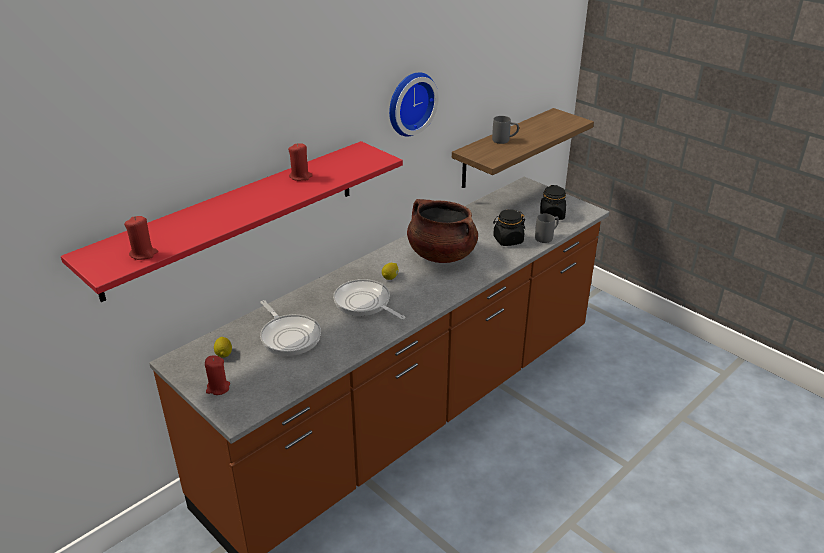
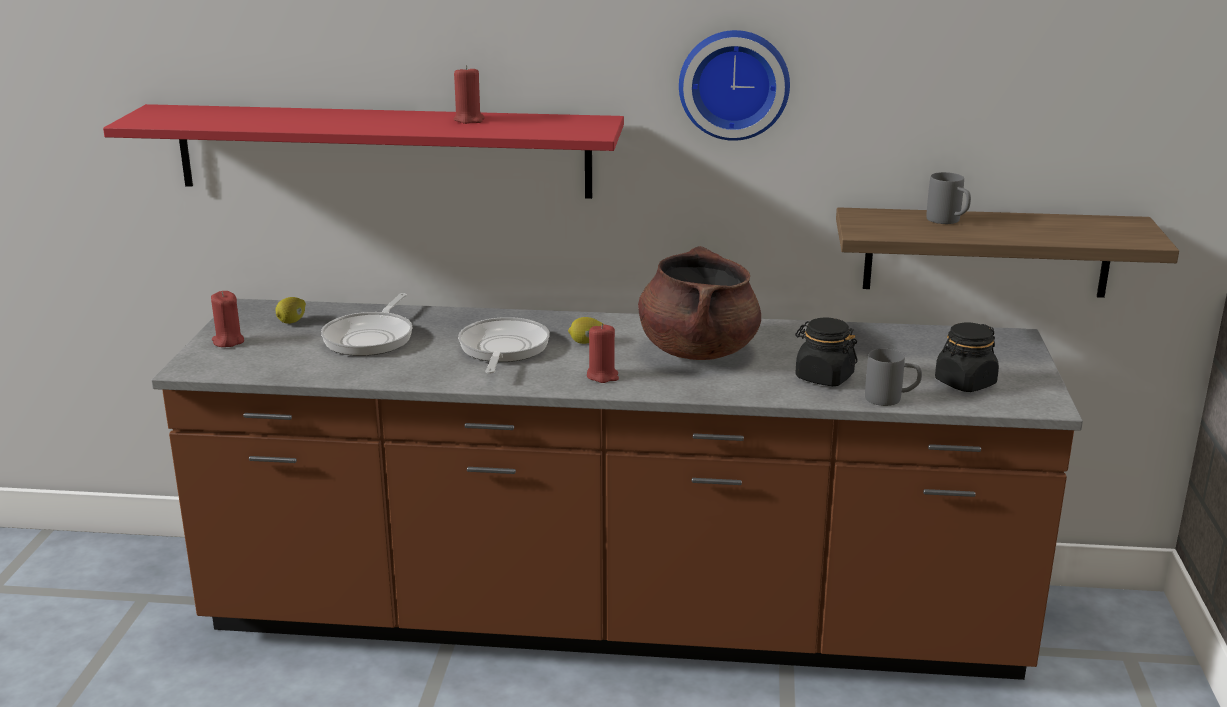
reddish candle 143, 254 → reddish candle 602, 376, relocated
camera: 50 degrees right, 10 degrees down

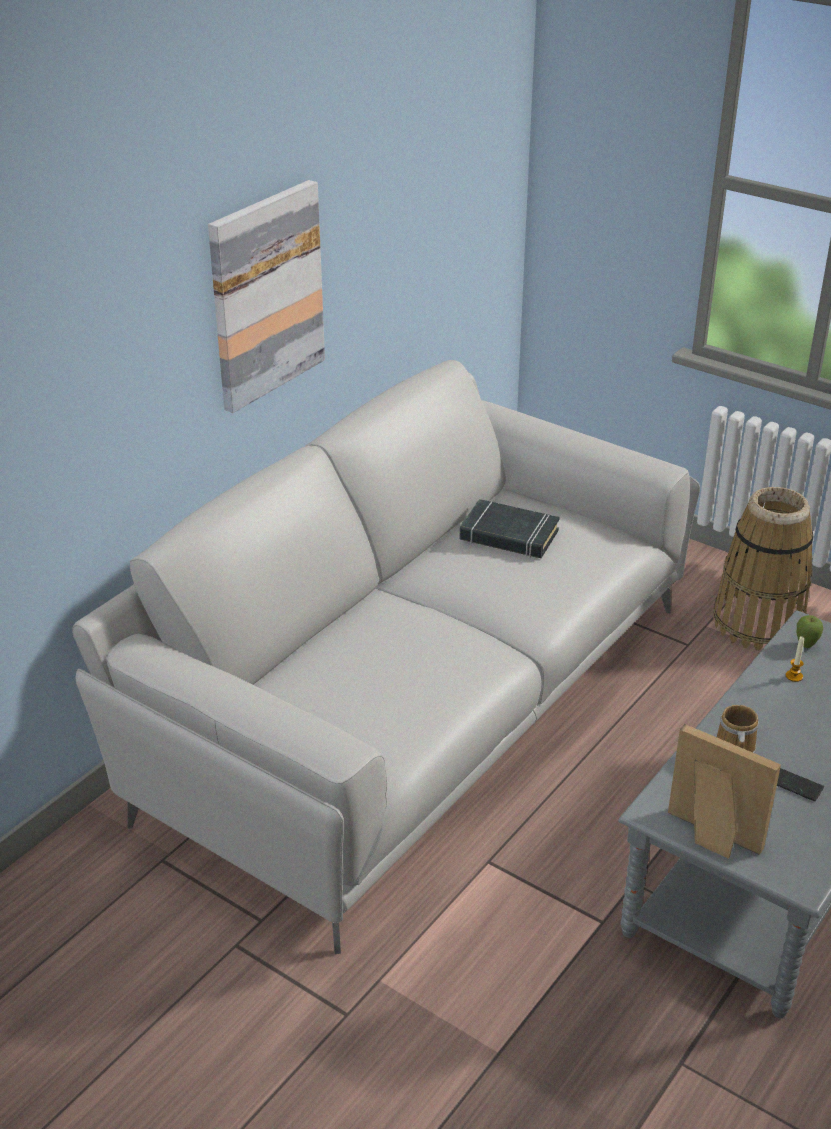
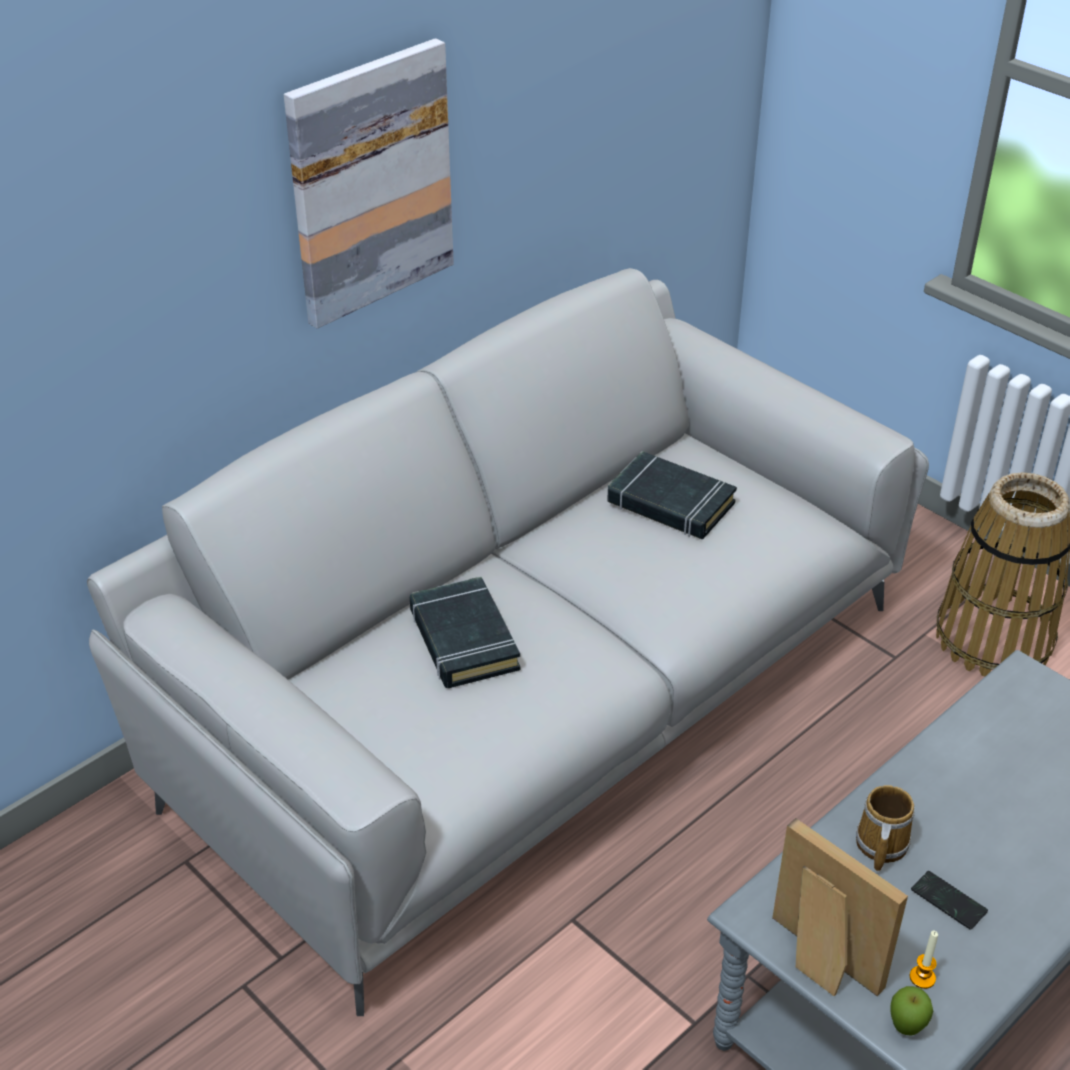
- → black-coloured book 463, 640
candle 794, 676 → candle 922, 977, relocated
apple fruit 806, 645 → apple fruit 906, 1028, relocated
camera: 10 degrees right, 5 degrees up

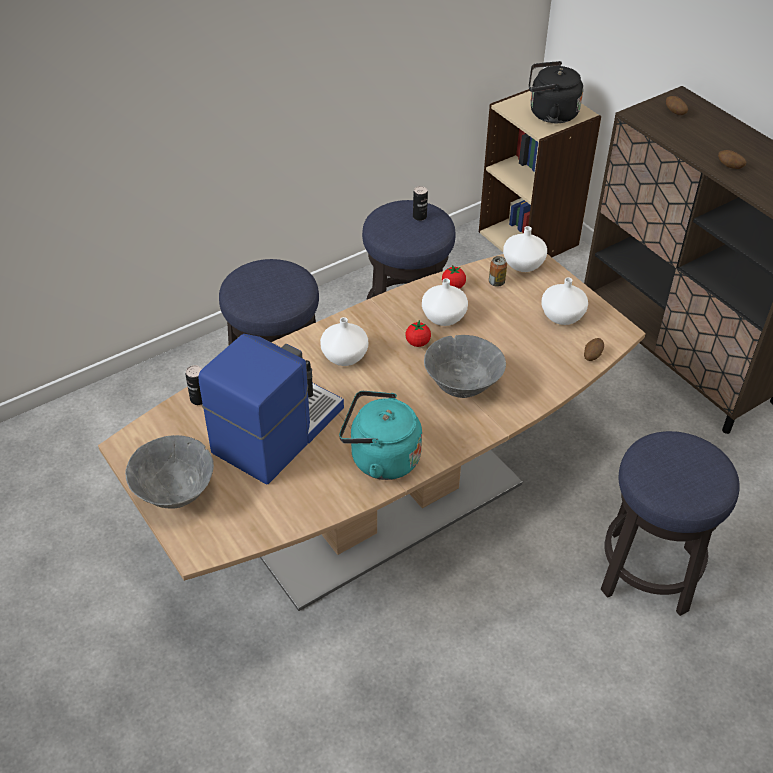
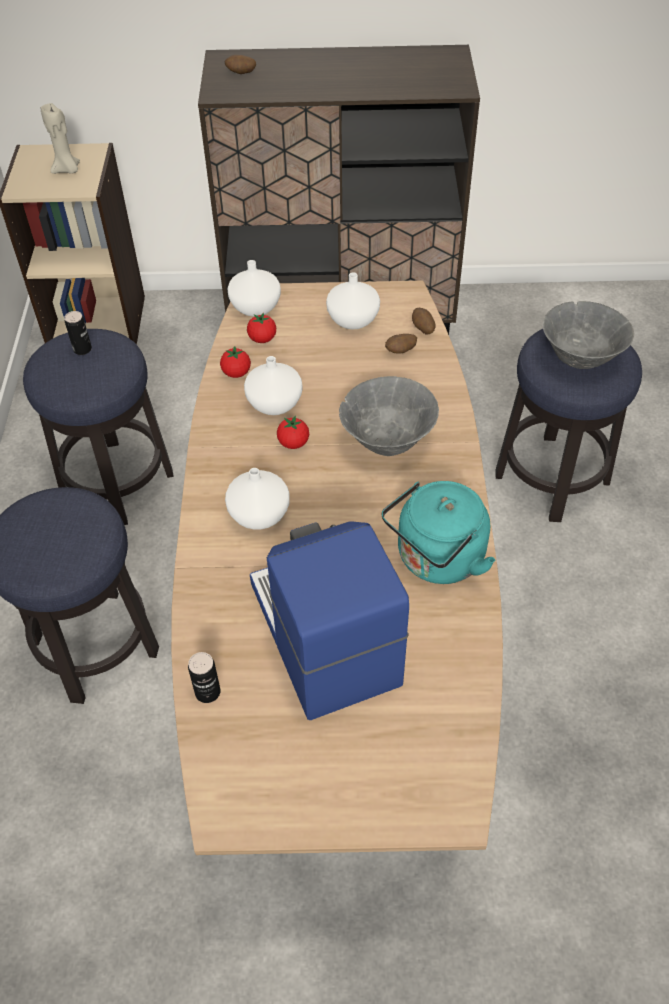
gray deep dish 175, 494 → gray deep dish 579, 359, relocated
potato 729, 167 → potato 400, 351, relocated
metal can 496, 282 → whole tomato 262, 339
black-coloured tea kettle 550, 114 → sand-coloured candle 67, 170
camera: 55 degrees left, 5 degrees up

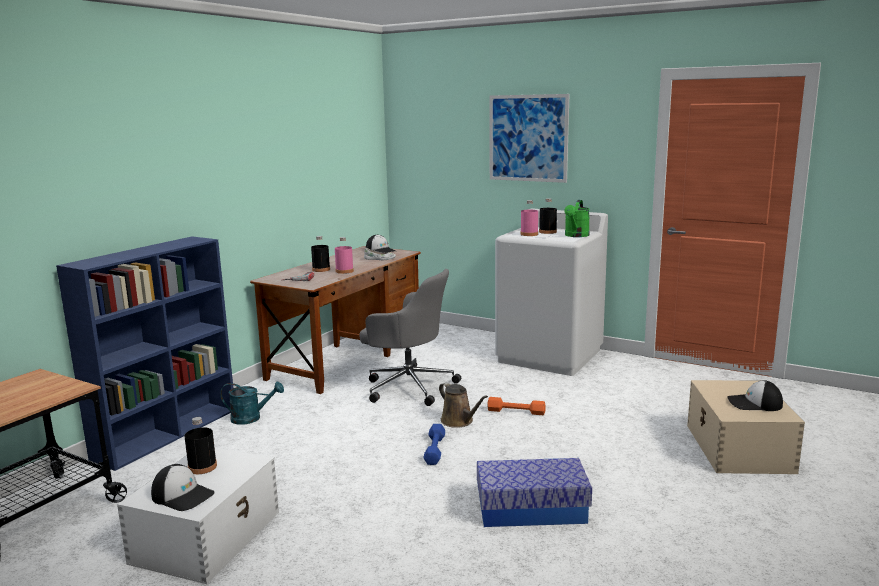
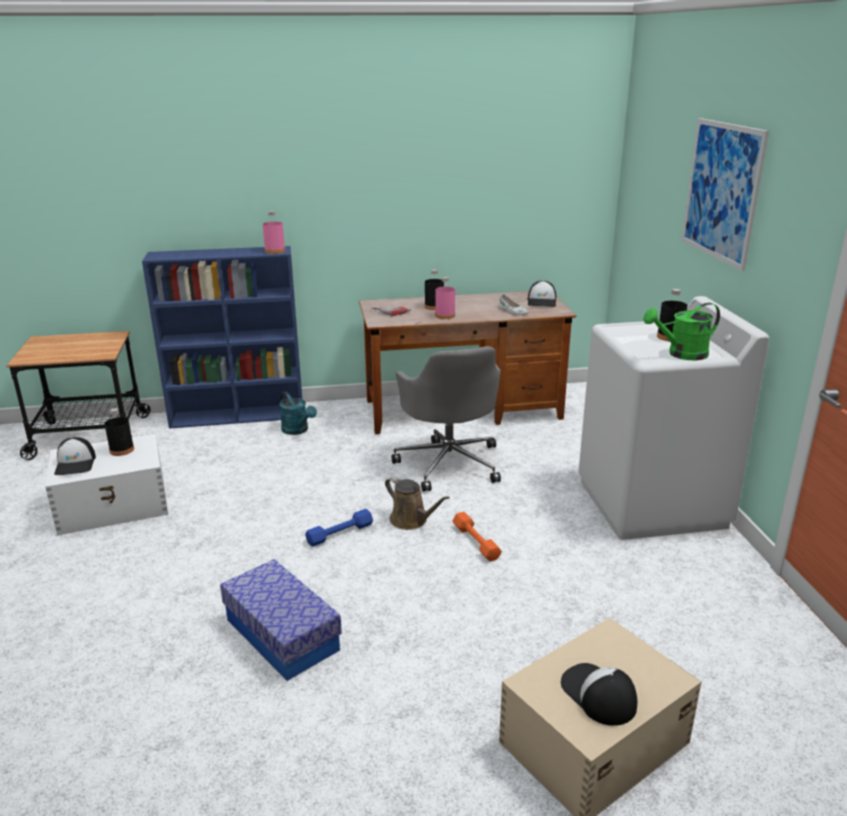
pinkish bottle 529, 234 → pinkish bottle 275, 251, relocated
brown sprinkling can 459, 421 → brown sprinkling can 411, 520, 60 degrees counterclockwise
camera: 50 degrees right, 10 degrees up

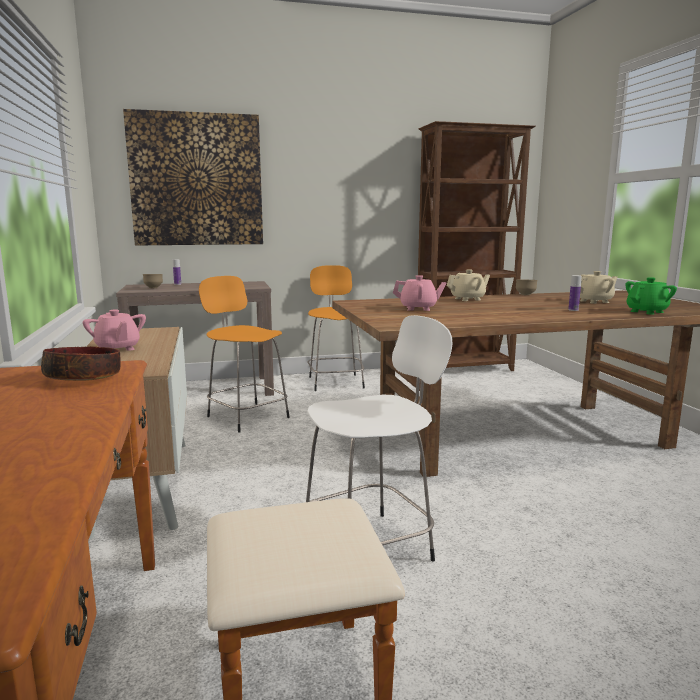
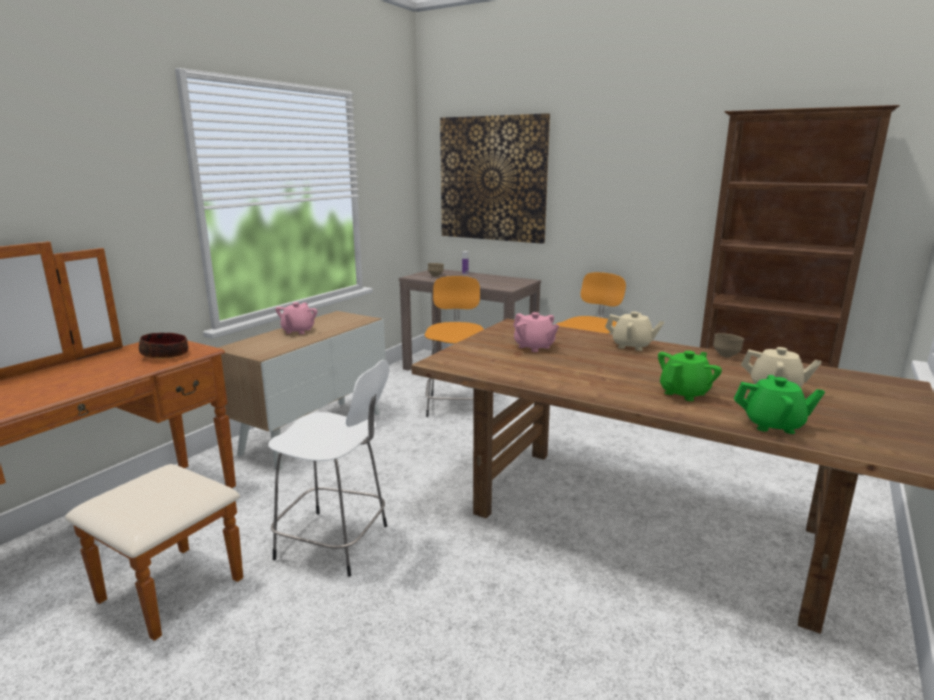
bottle 573, 310 → green-coloured pot for tea 685, 393
camera: 45 degrees right, 5 degrees up

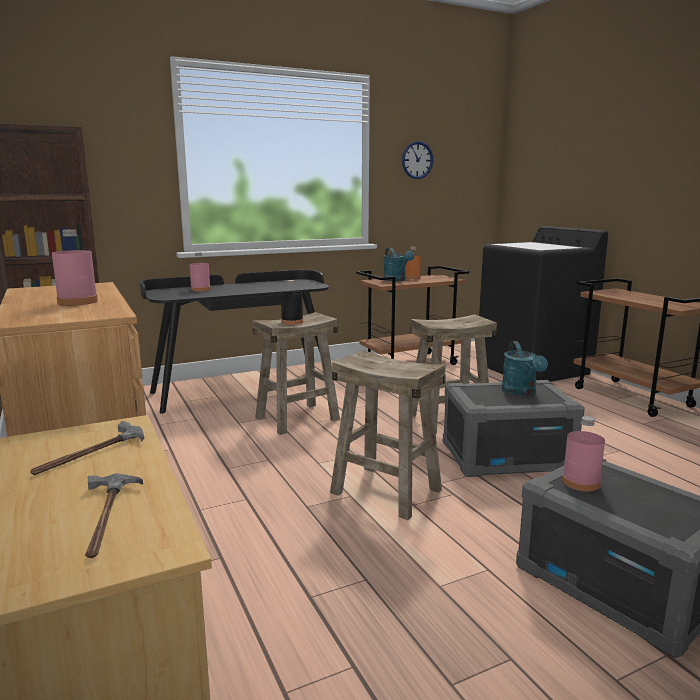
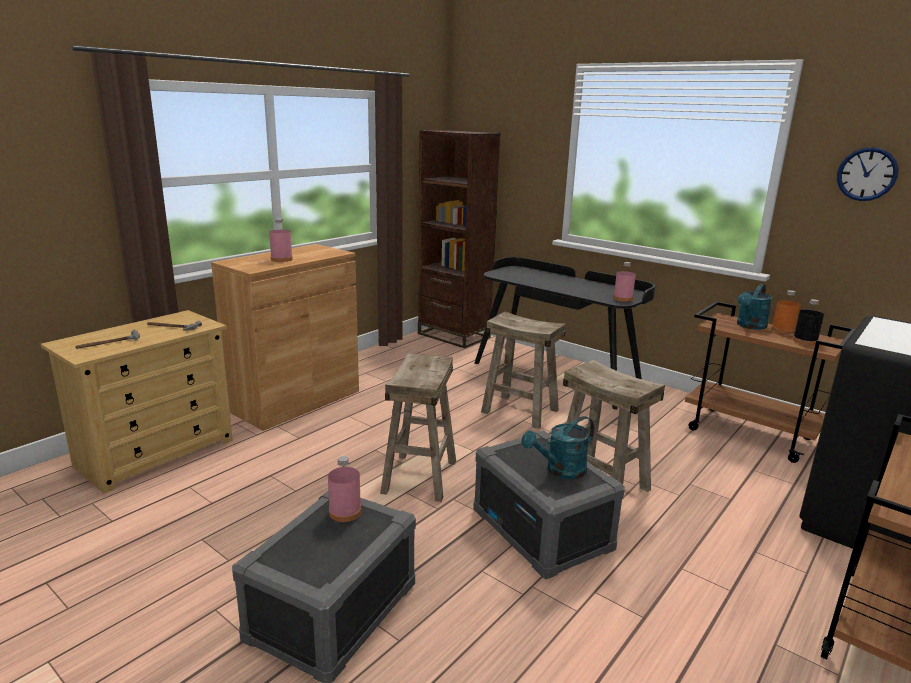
pinkish bottle 200, 289 → pinkish bottle 623, 298, relocated
black-coloured bottle 292, 322 → black-coloured bottle 805, 341, relocated
camera: 65 degrees right, 5 degrees up

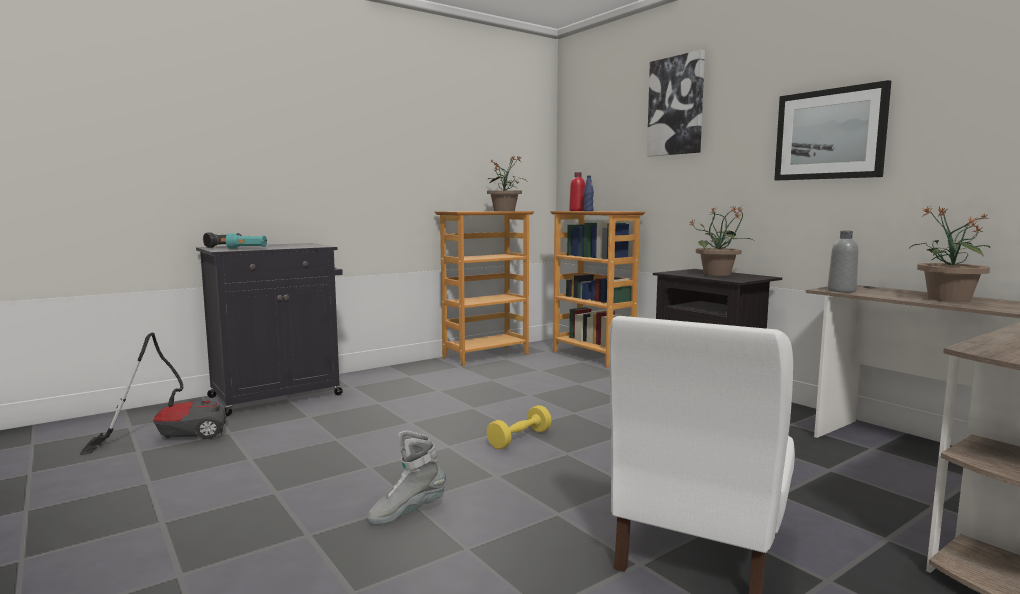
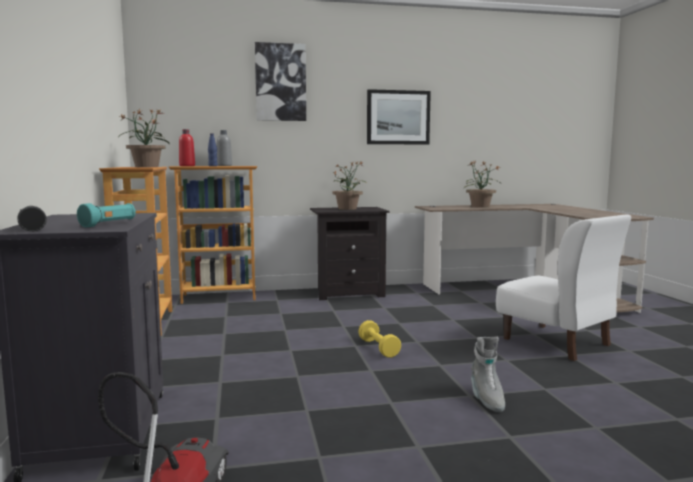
gray bottle 841, 291 → gray bottle 224, 165, relocated
camera: 65 degrees left, 0 degrees up

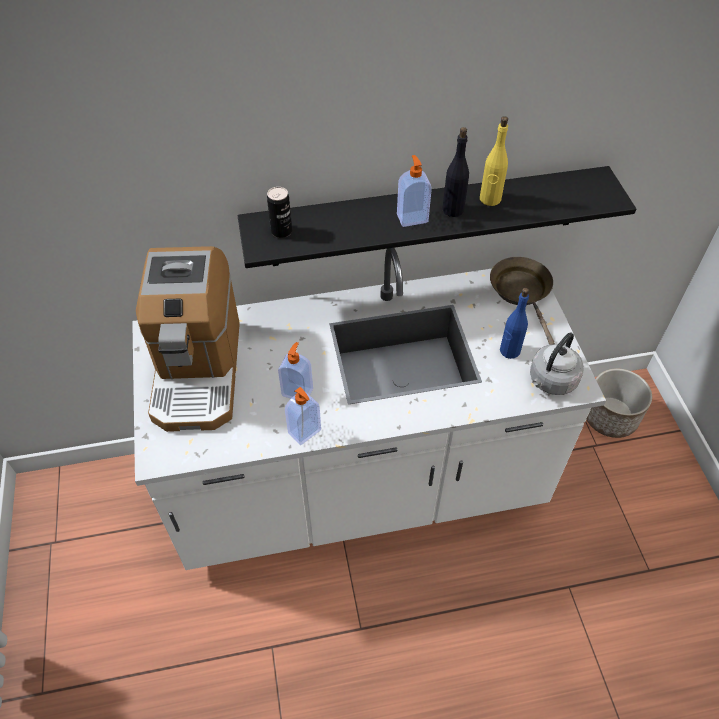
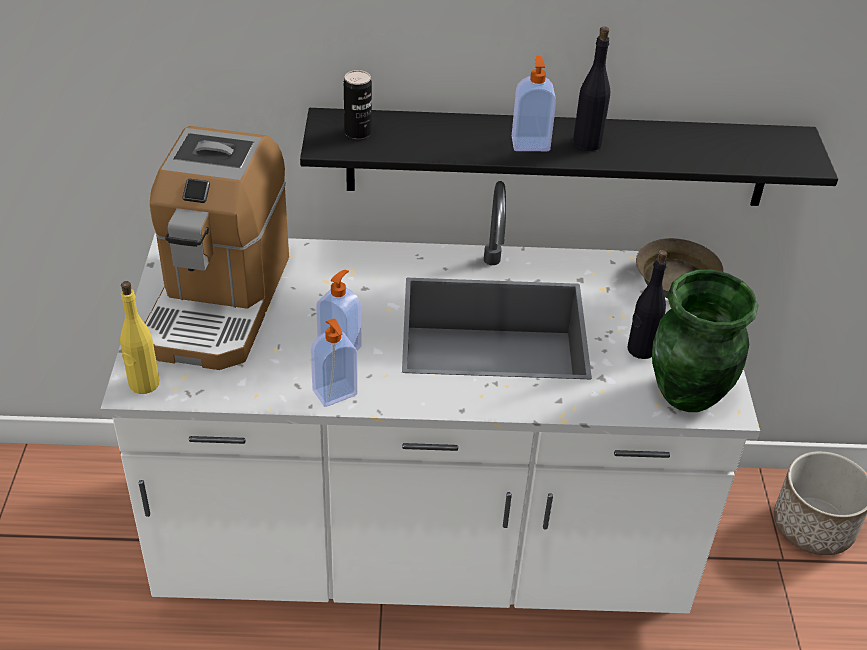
yellowish bottle 490, 199 → yellowish bottle 144, 384, relocated
gray tea kettle 551, 381 → green-coloured vase 688, 395
blue-coloured bottle 509, 351 → black-coloured bottle 641, 349
camera: 10 degrees right, 10 degrees down

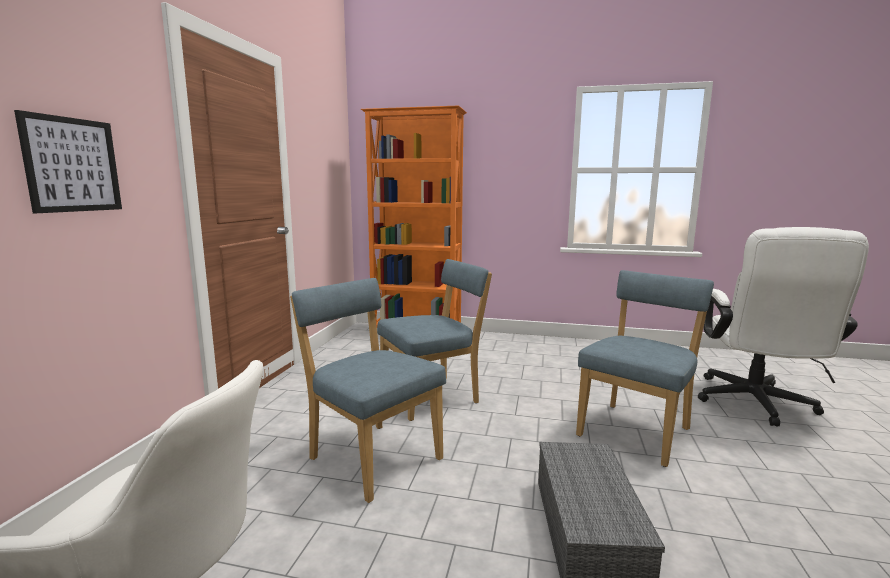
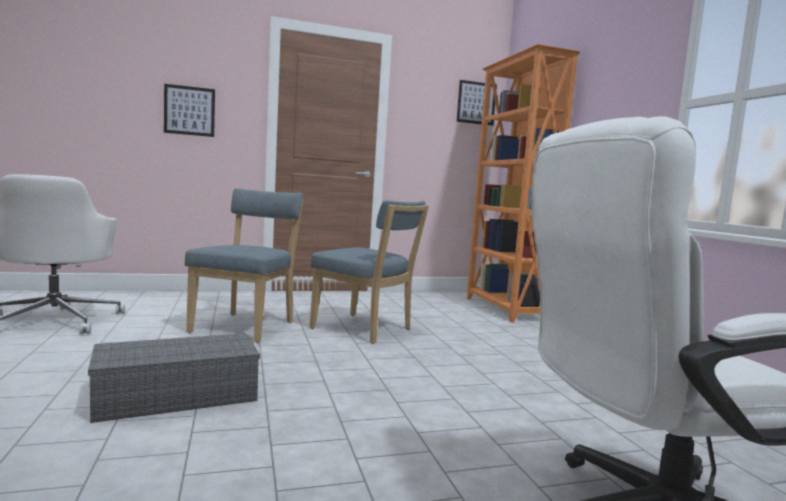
blue-coloured upright chair 637, 430 → -
- → wall picture 476, 103
camera: 60 degrees right, 5 degrees down

